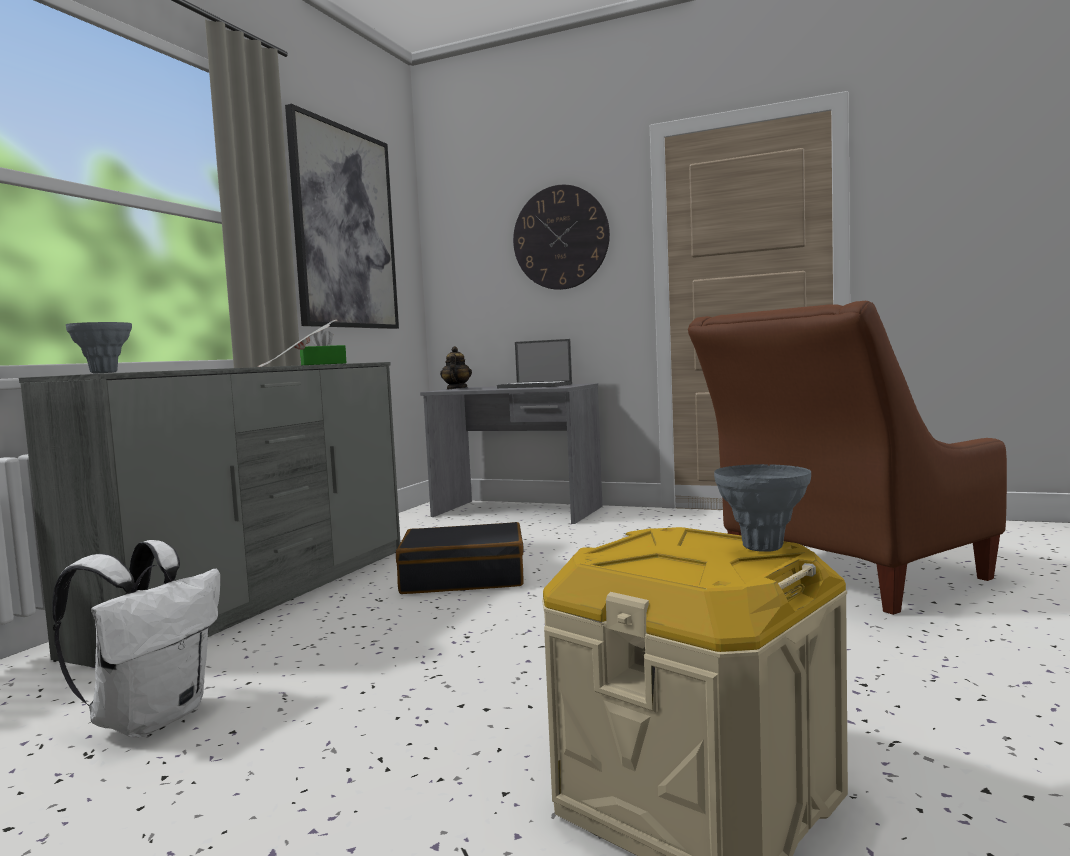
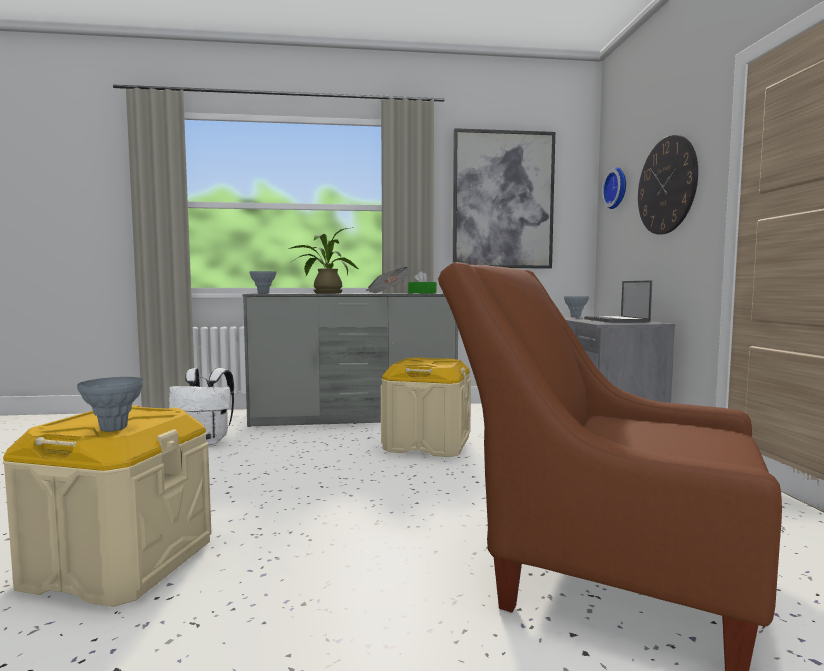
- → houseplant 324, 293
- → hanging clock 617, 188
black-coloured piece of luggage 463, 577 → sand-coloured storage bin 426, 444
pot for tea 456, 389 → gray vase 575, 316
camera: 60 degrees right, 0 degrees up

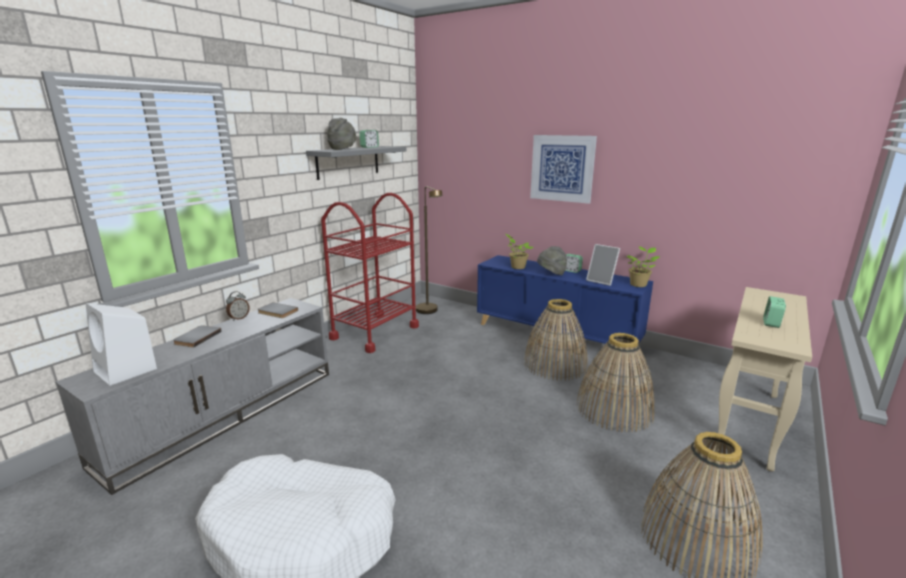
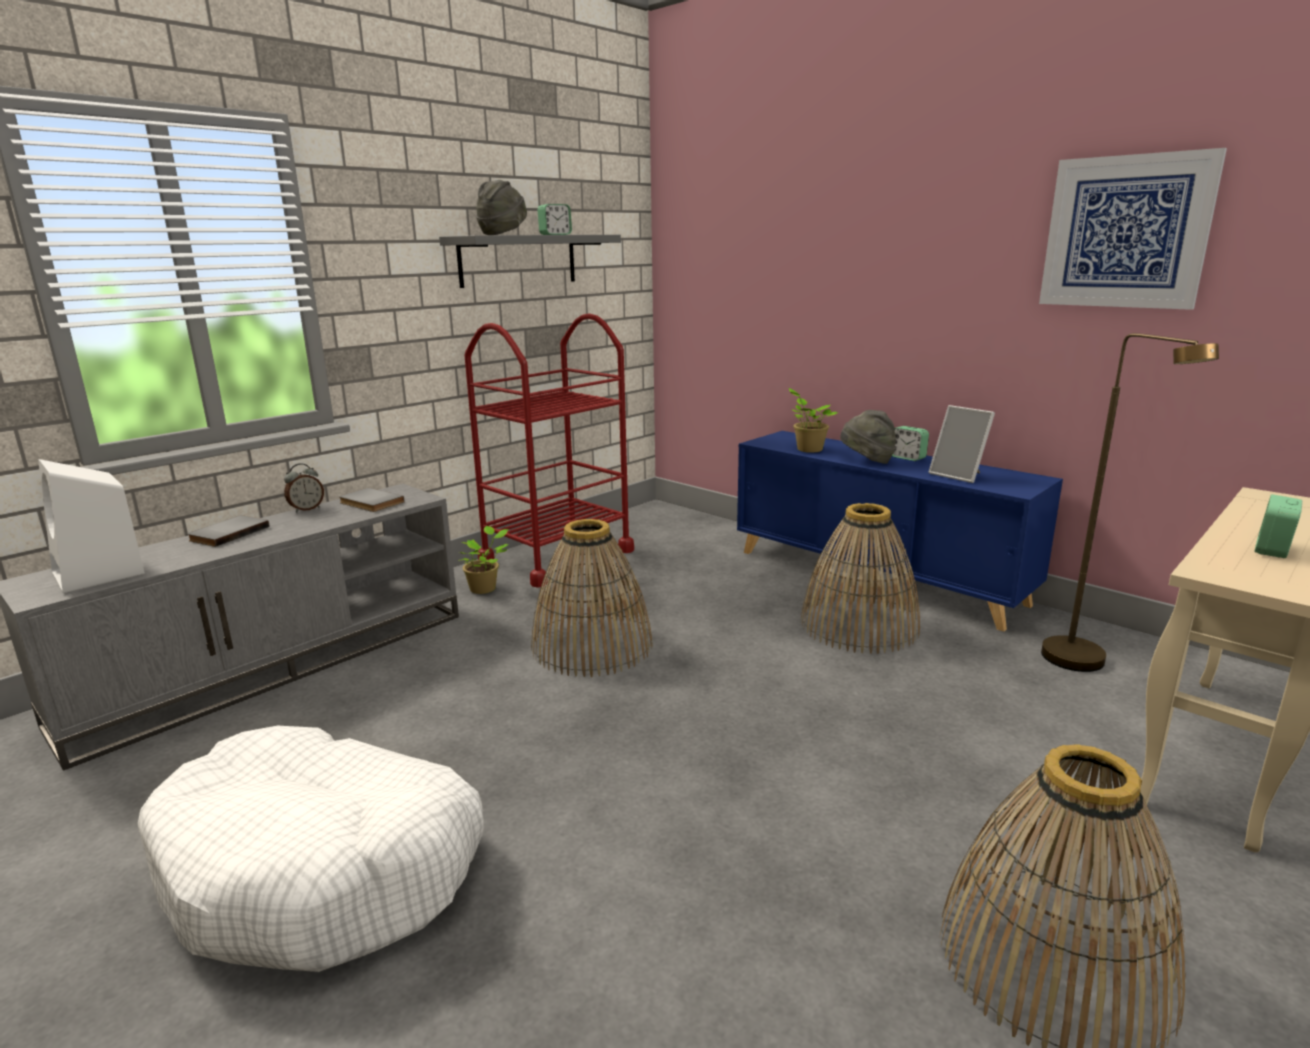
brown standard lamp 429, 312 → brown standard lamp 1086, 665, relocated
wall picture 562, 168 → wall picture 1126, 232, relocated
household basket 614, 409 → household basket 592, 646, relocated
houseplant 639, 284 → houseplant 485, 588, relocated
camera: 10 degrees right, 0 degrees up

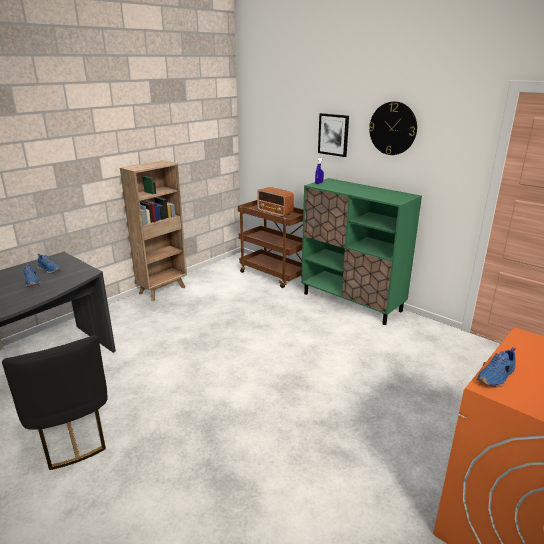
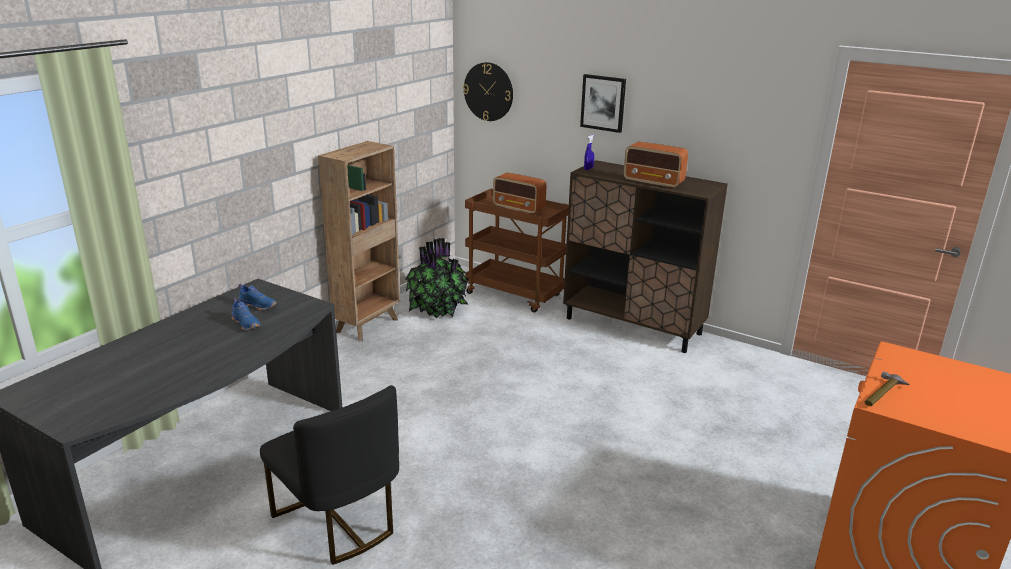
- → houseplant 437, 310
- → radio receiver 654, 182
hanging clock 393, 128 → hanging clock 488, 91, relocated
blue-coloured low shoe 496, 377 → tool hammer 882, 394
green-coloured storage cabinet 352, 302 → brown storage cabinet 633, 326
camera: 10 degrees left, 0 degrees up

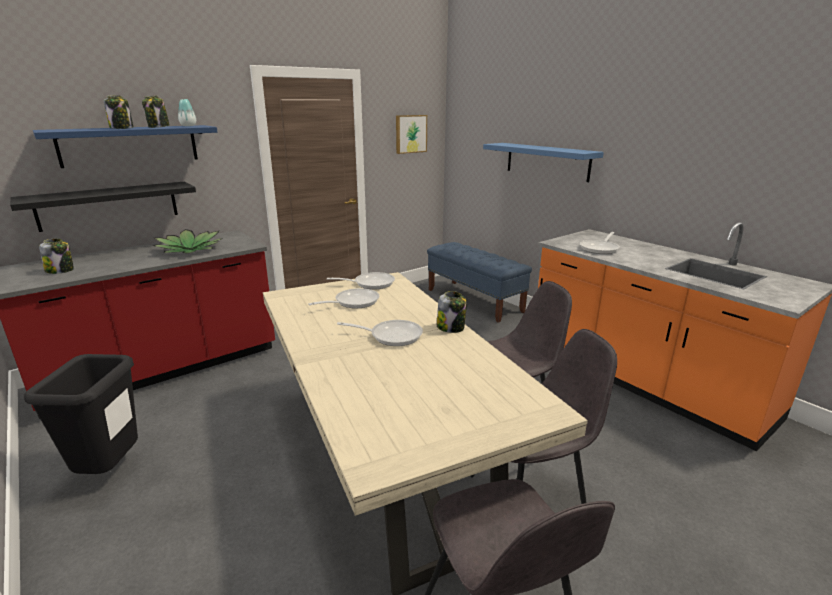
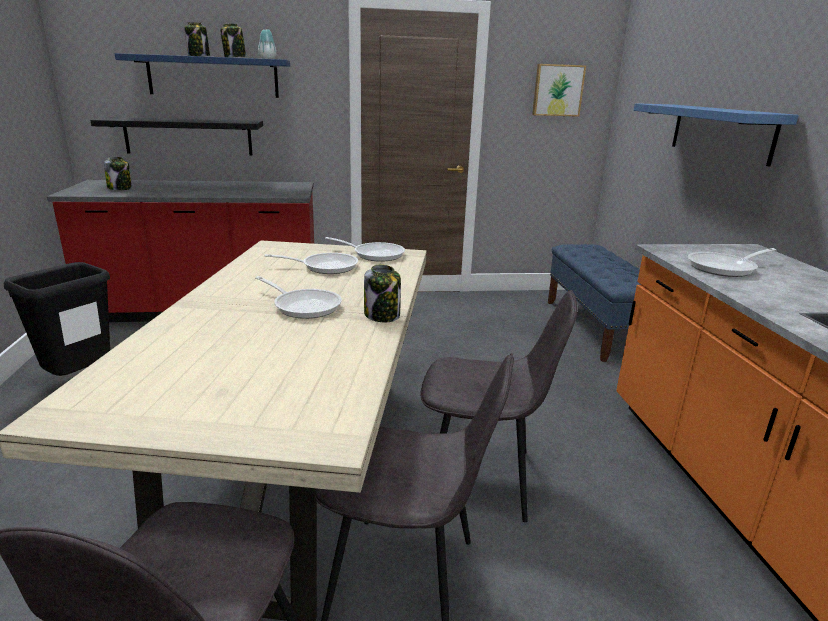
houseplant 190, 249 → -
camera: 30 degrees right, 0 degrees up

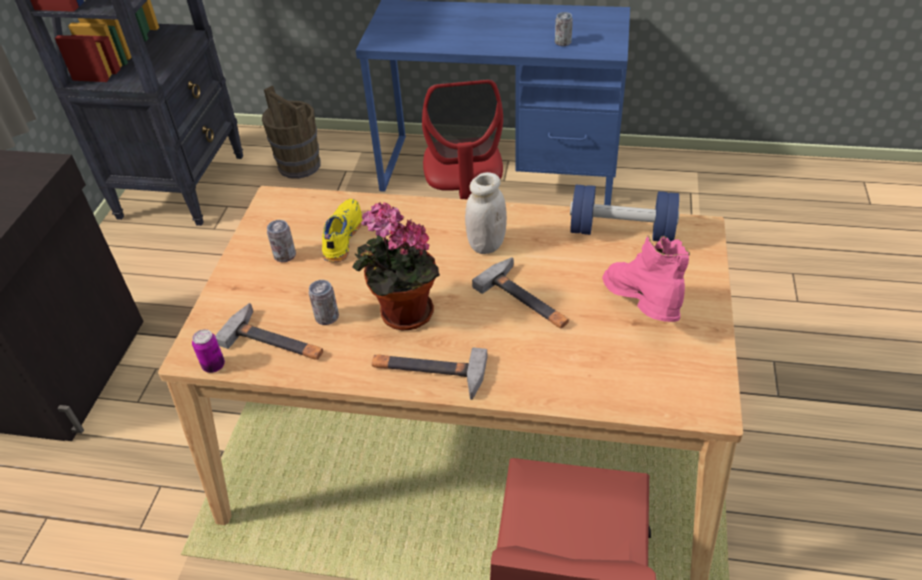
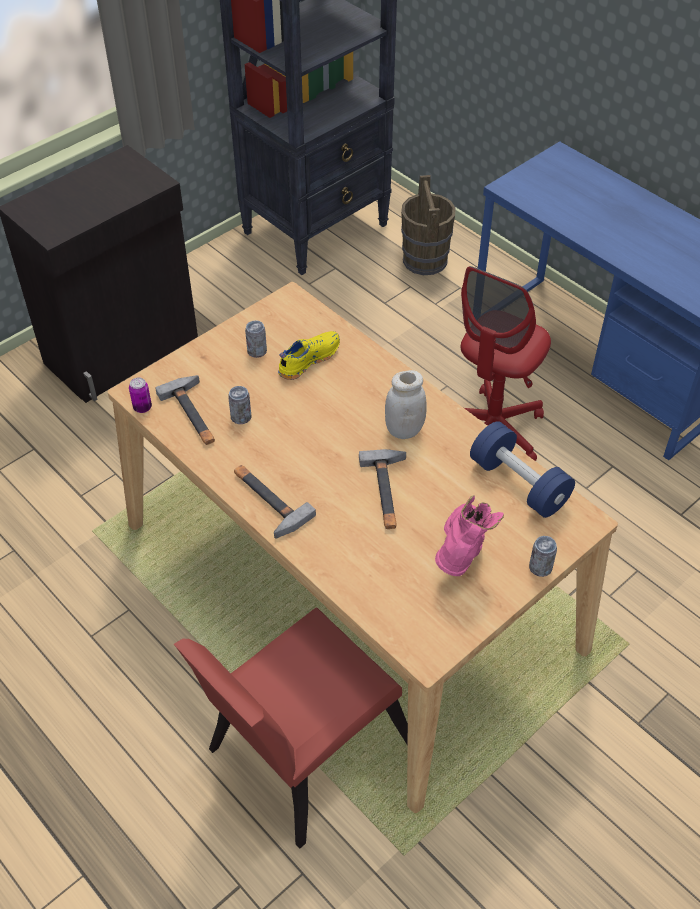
houseplant 402, 314 → -
metal can 563, 42 → metal can 540, 568, relocated
camera: 35 degrees right, 5 degrees up

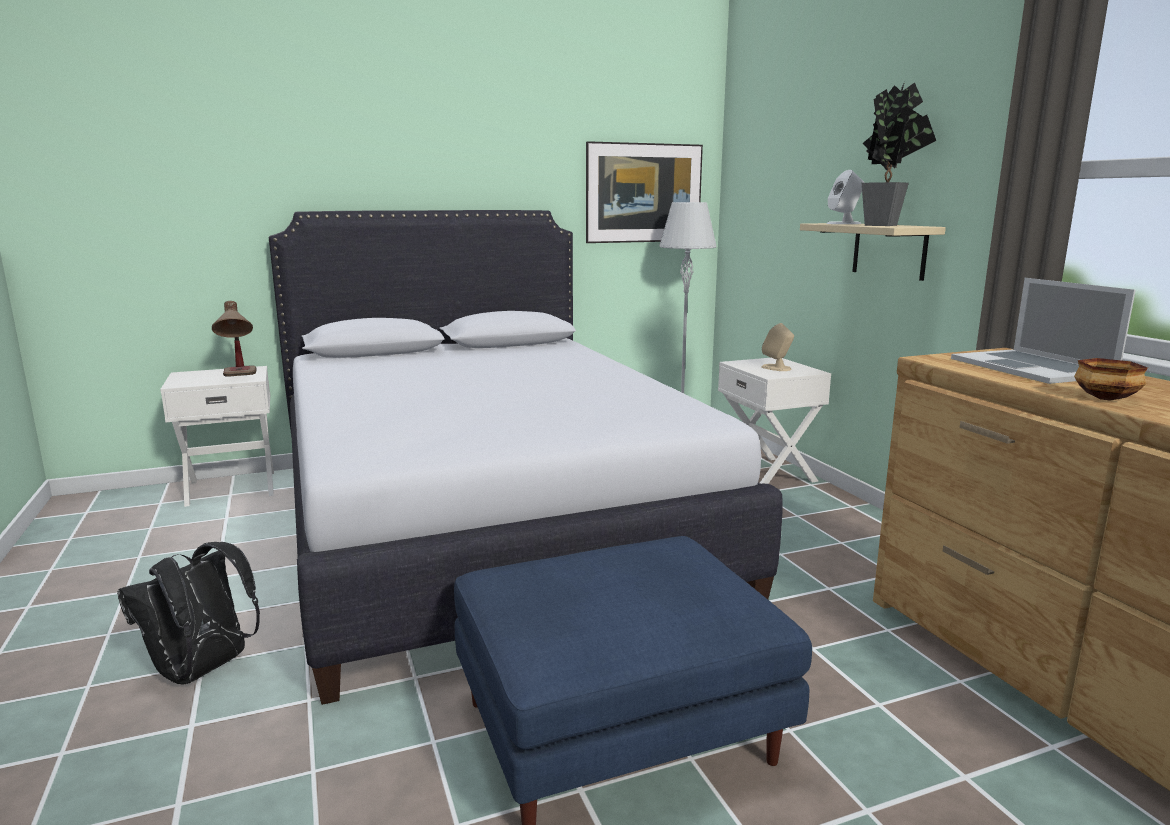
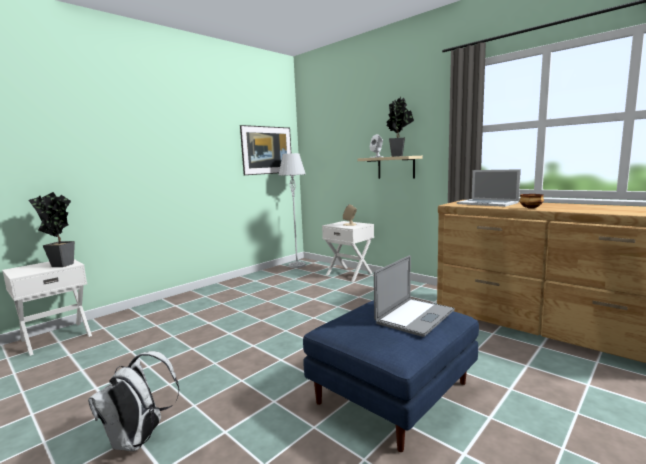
white bed 485, 524 → -
- → portable computer 415, 316
tabletop lamp 240, 376 → houseplant 61, 264
black-coloured rucksack 203, 671 → white rucksack 139, 440
camera: 25 degrees left, 5 degrees down

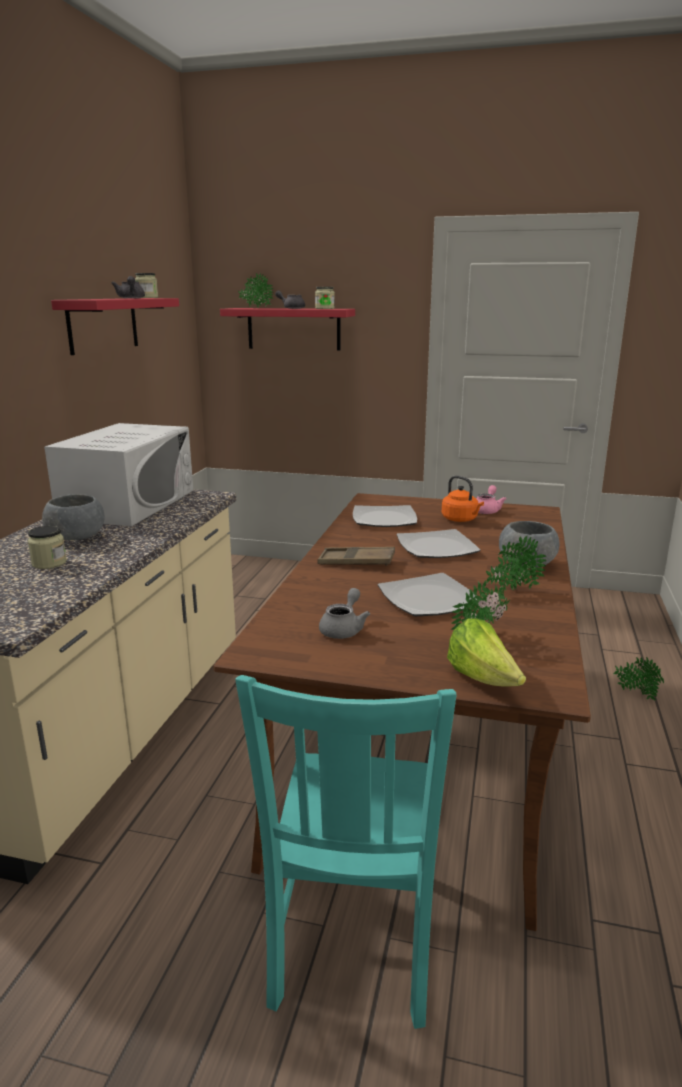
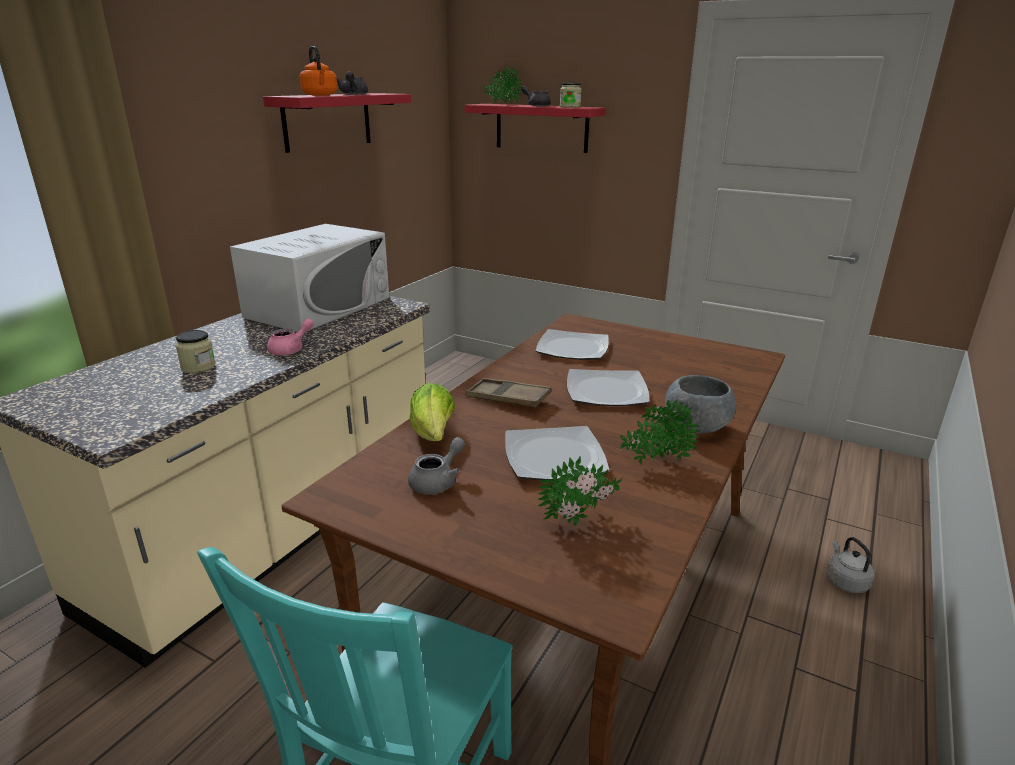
gray deep dish 77, 537 → -
jar 147, 297 → -
orangey tea kettle 461, 519 → orangey tea kettle 320, 95, relocated
head of lettuce 483, 679 → head of lettuce 433, 435, relocated
pinkish pot for tea 487, 510 → pinkish pot for tea 291, 350, relocated
houseplant 636, 693 → gray tea kettle 845, 581
camera: 15 degrees right, 5 degrees up

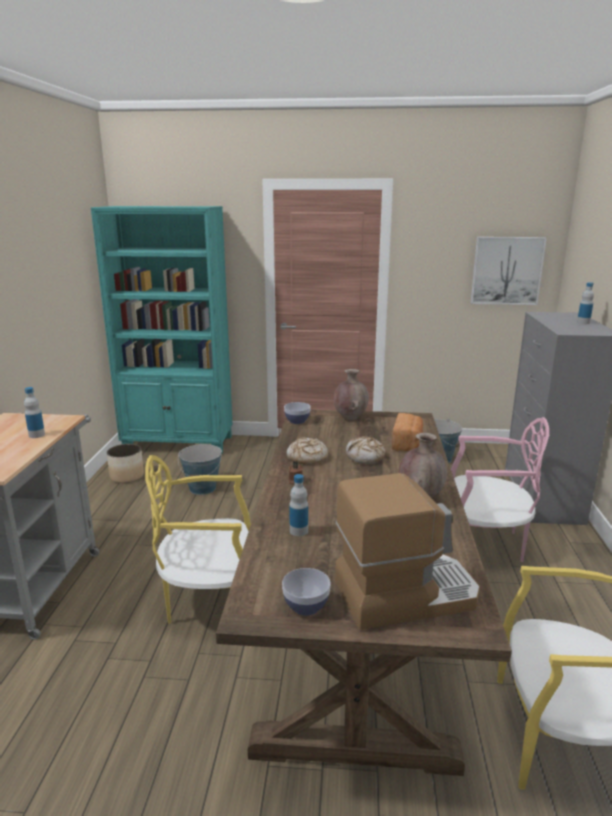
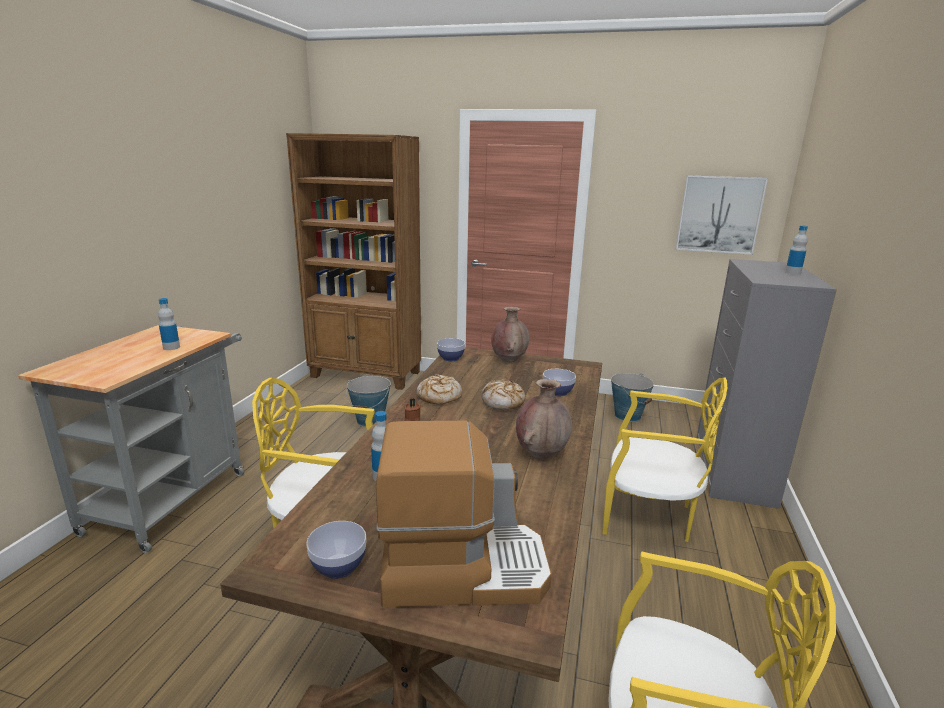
plant pot 127, 476 → -
bread 407, 443 → deep dish 557, 392
turquoise-coloured bookshelf 179, 444 → brown bookshelf 366, 375
pinkish upright chair 485, 544 → yellowish upright chair 649, 515
camera: 10 degrees right, 0 degrees up

